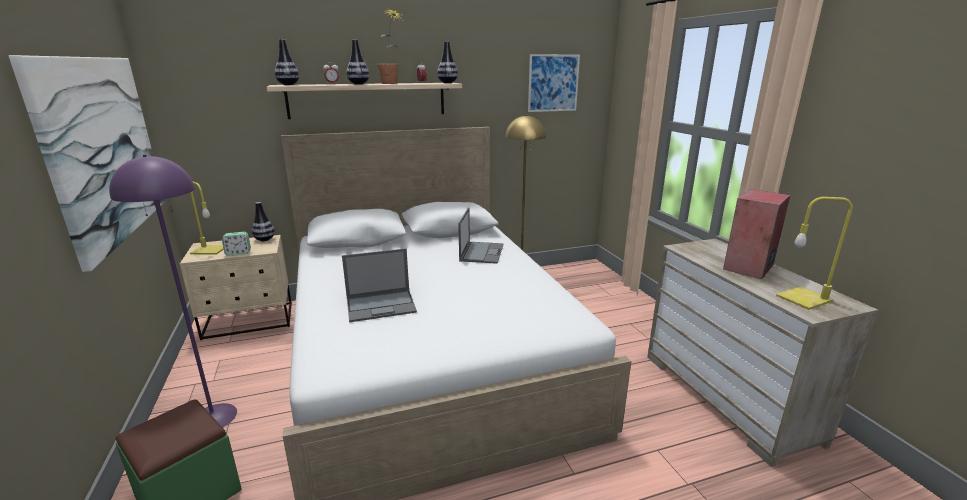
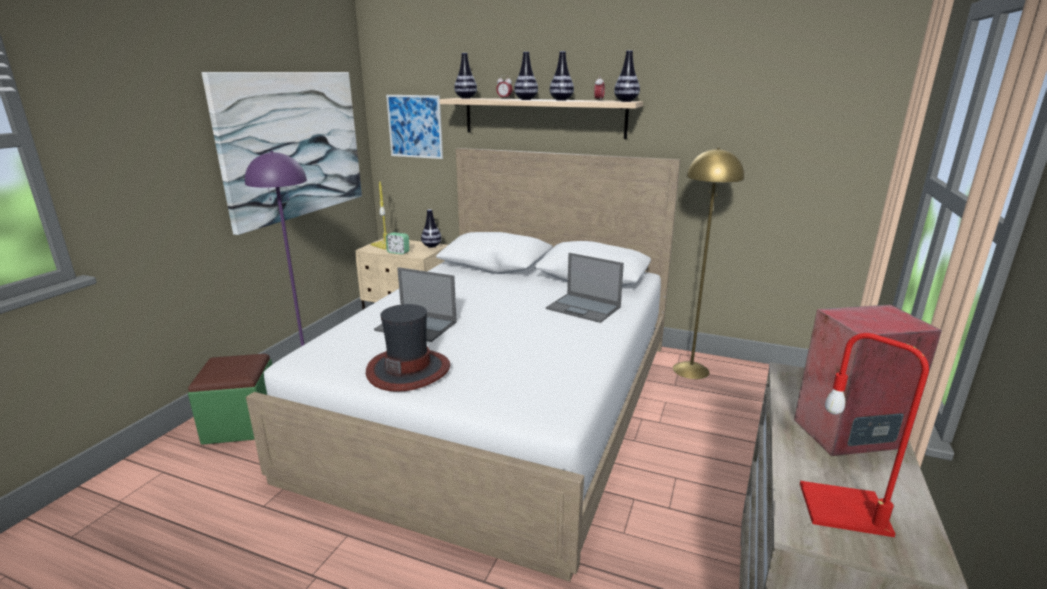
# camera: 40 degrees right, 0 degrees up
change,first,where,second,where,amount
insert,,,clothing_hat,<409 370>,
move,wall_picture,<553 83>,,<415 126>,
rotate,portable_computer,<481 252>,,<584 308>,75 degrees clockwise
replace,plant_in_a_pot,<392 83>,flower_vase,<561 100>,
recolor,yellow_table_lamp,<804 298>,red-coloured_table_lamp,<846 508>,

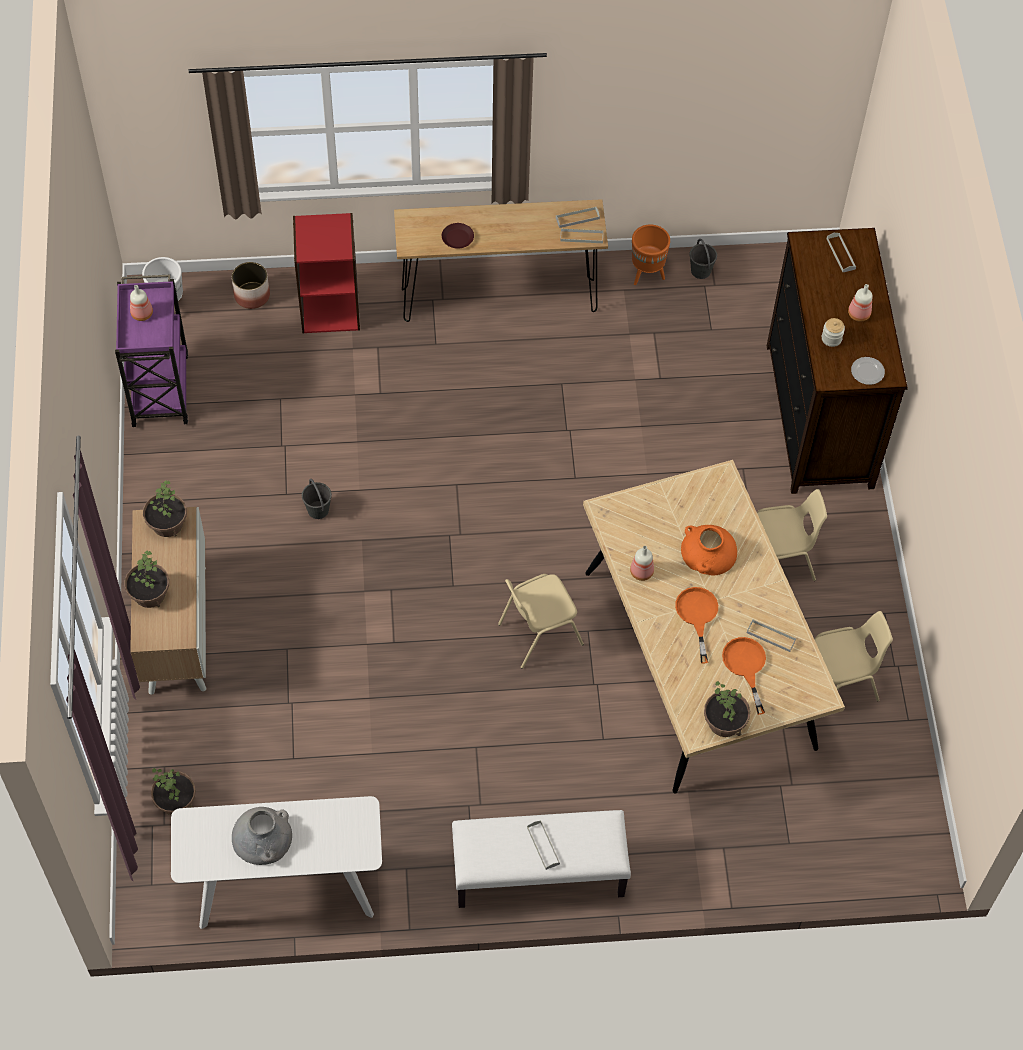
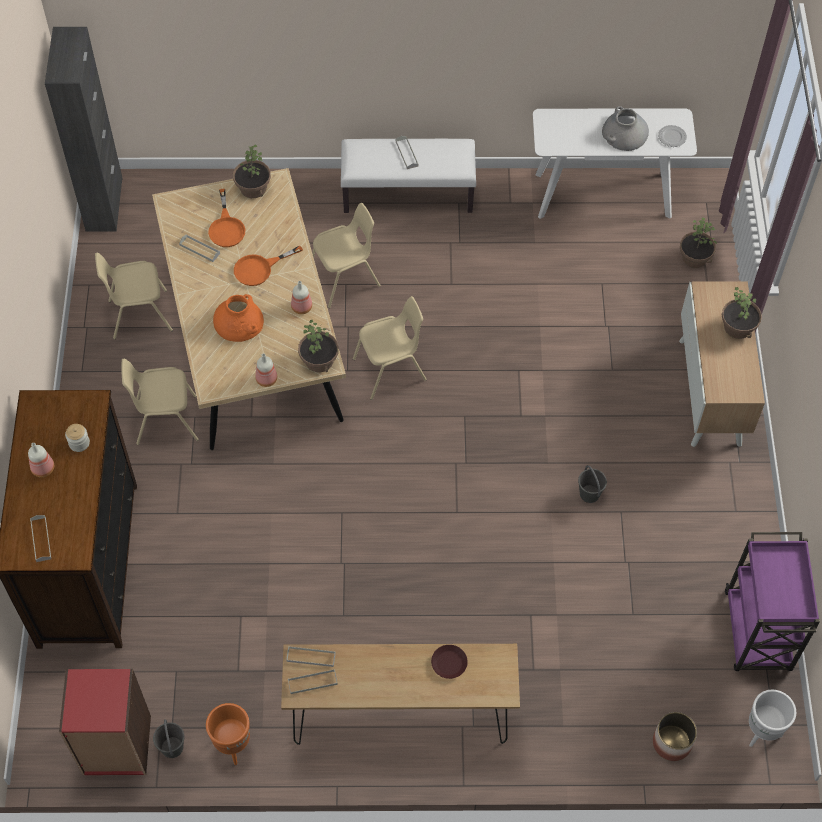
# camera: 175 degrees left, 0 degrees up
change,first,where,second,where,amount
insert,,,black_cabinet,<104 204>,
move,red-coloured_shelving_unit,<330 308>,,<116 746>,
rotate,orange-coloured_skillet,<697 616>,,<259 269>,60 degrees clockwise
move,drink_bottle,<141 313>,,<267 380>,
move,plant_in_a_pot,<167 524>,,<319 360>,
insert,,,sand-coloured_chair,<345 279>,
move,dinner_plate,<867 372>,,<672 137>,

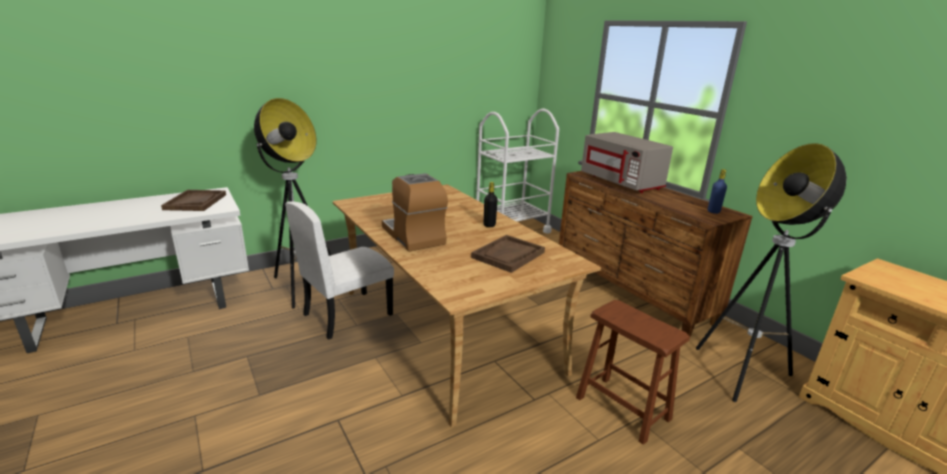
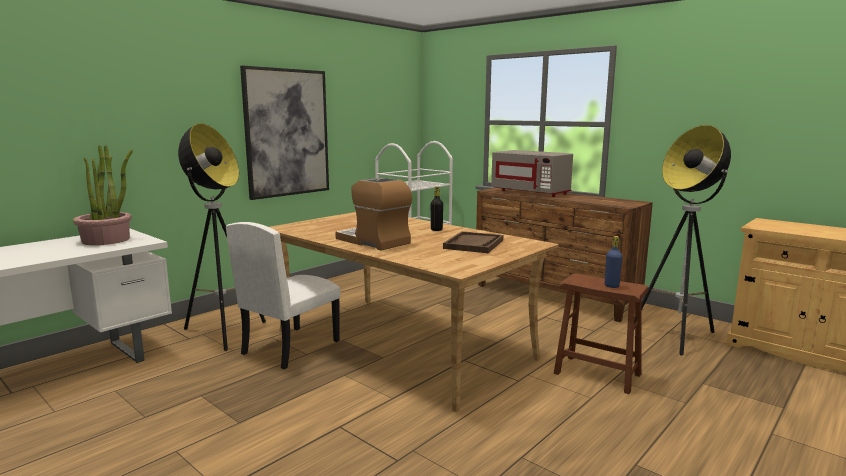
# camera: 15 degrees left, 10 degrees down
change,first,where,second,where,amount
replace,brownish_carrying_tray,<195 202>,plant_in_a_pot,<106 240>,
insert,,,wall_picture,<287 133>,
move,blue-coloured_drink_bottle,<713 211>,,<611 286>,

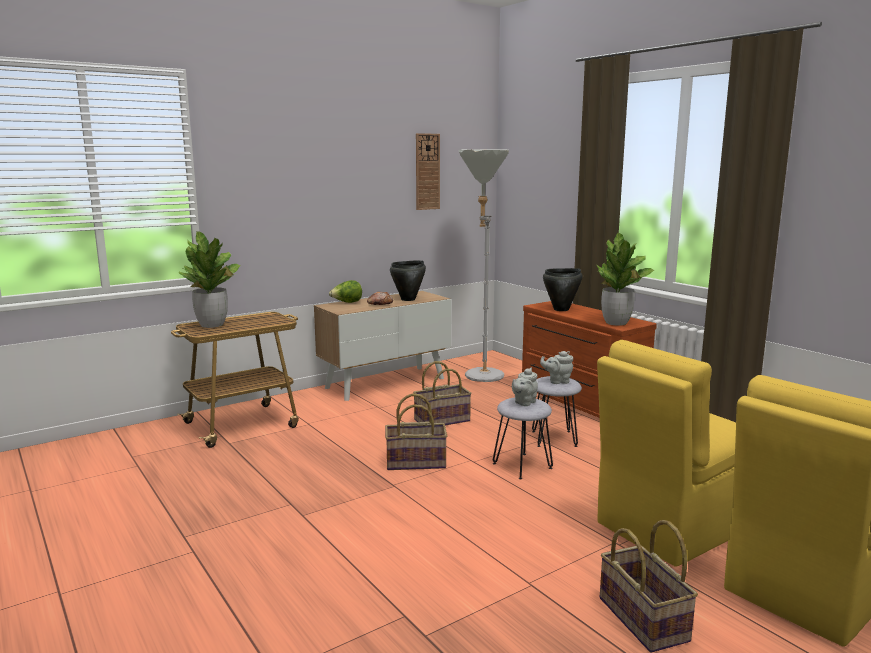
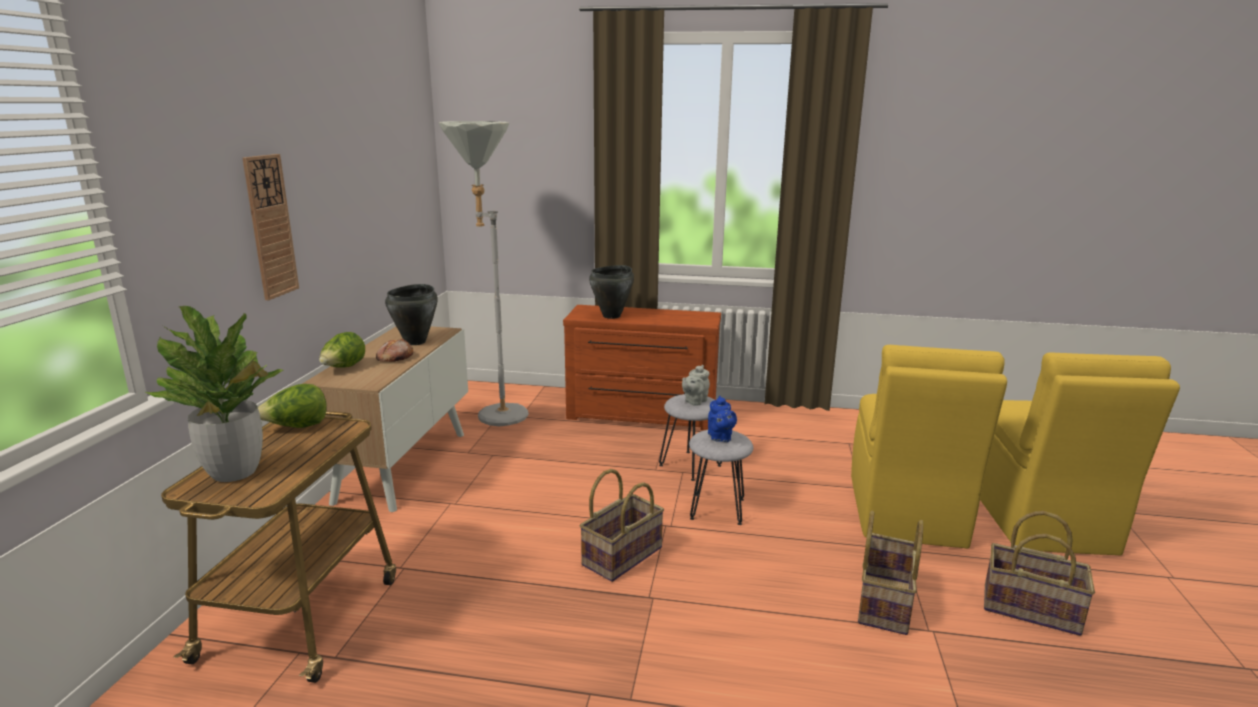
# camera: 45 degrees left, 5 degrees up
change,first,where,second,where,amount
move,clock_on_the_wall,<427 171>,,<270 226>,
insert,,,lettuce,<297 427>,
recolor,gray_teapot,<524 402>,blue-coloured_teapot,<720 438>,
move,storage_basket,<442 420>,,<882 602>,
delete,plant_in_a_pot,<616 323>,,,

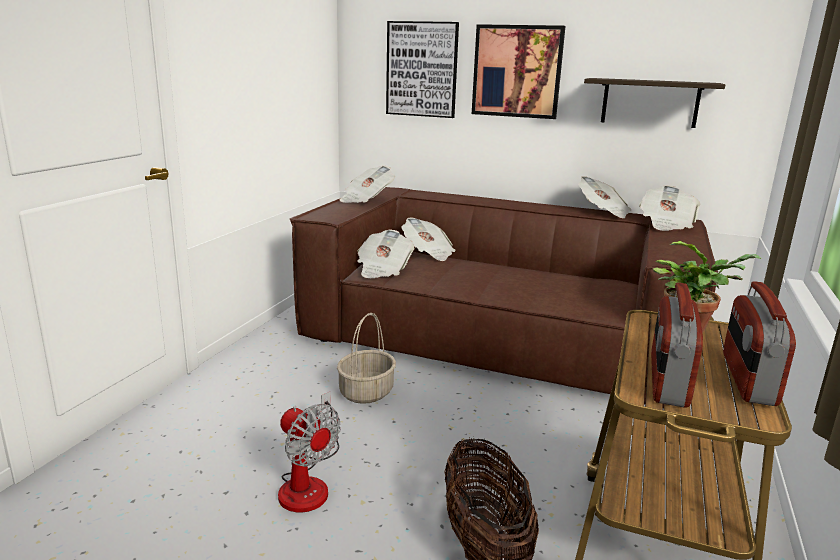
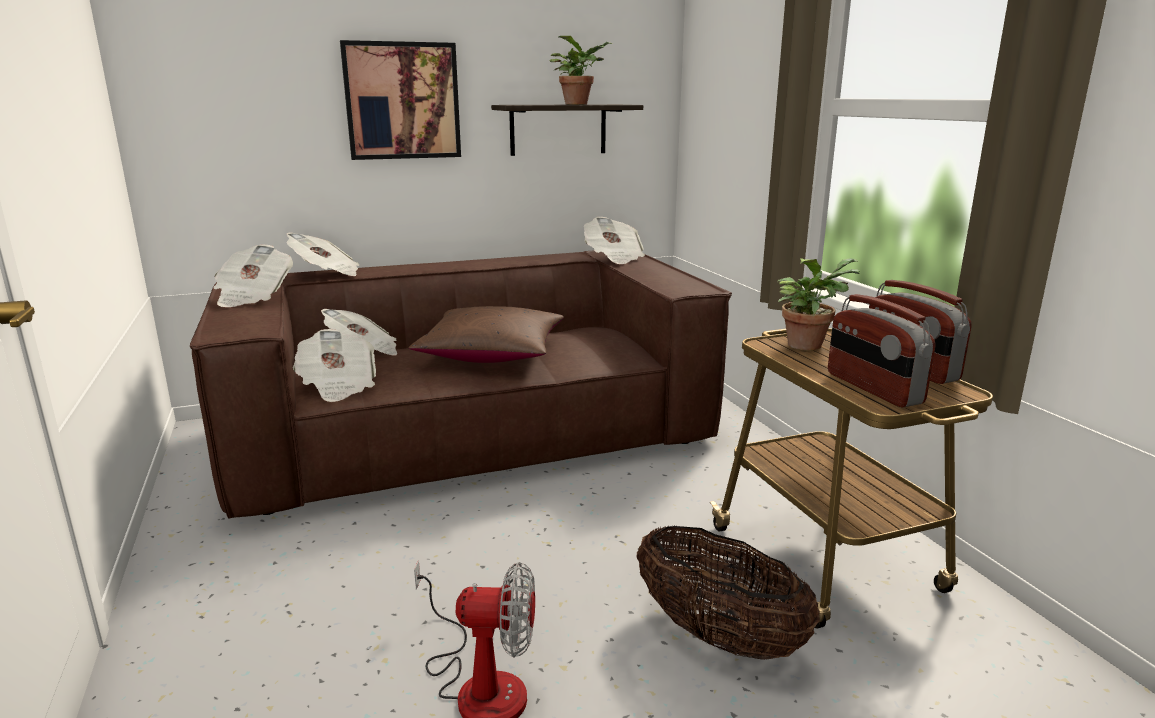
# camera: 40 degrees left, 0 degrees up
change,first,where,second,where,amount
move,daily_paper,<603 212>,,<327 273>,
insert,,,brownish_pillow,<491 353>,
insert,,,plant_in_a_pot,<579 104>,
delete,storage_basket,<366 392>,,,
delete,wall_picture,<422 69>,,,

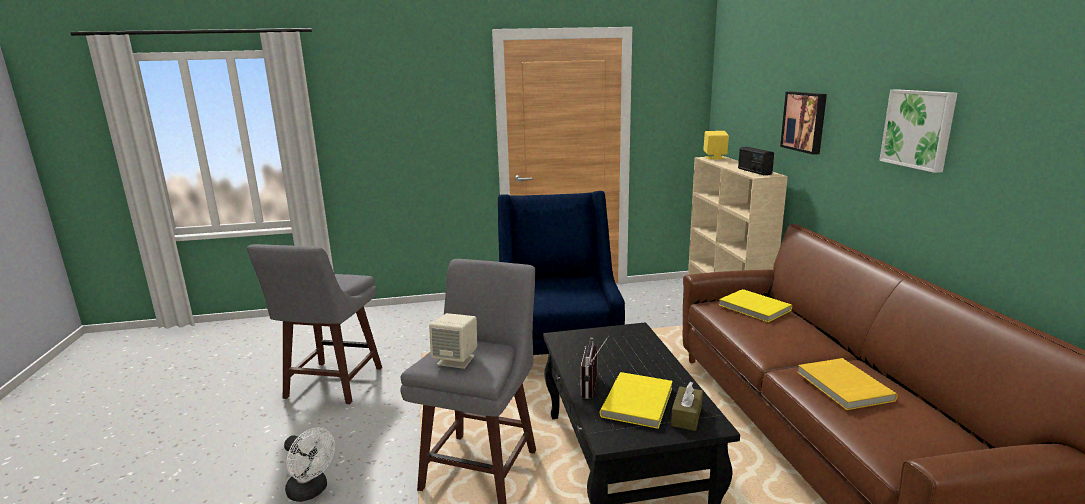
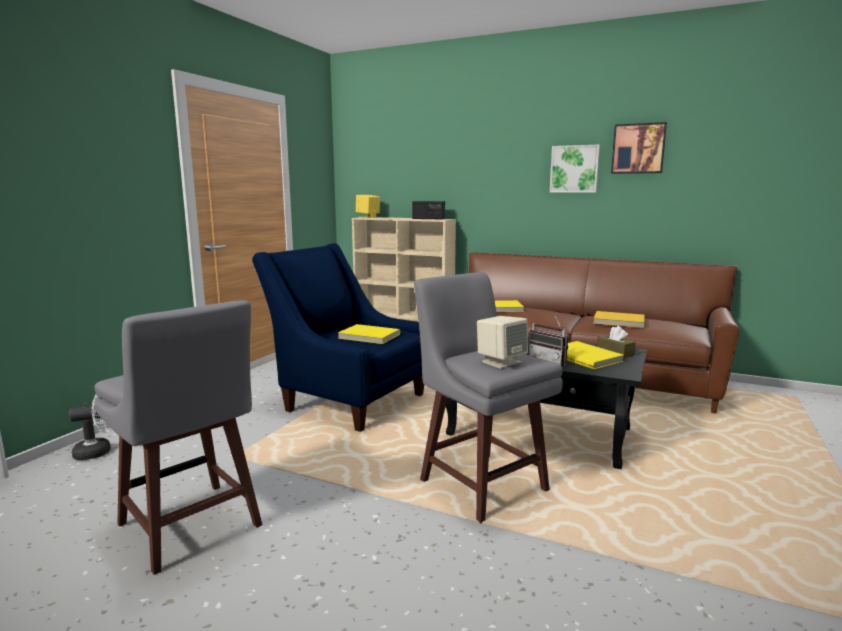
# camera: 55 degrees left, 5 degrees down
change,first,where,second,where,amount
move,whitish_fan,<311 491>,,<99 451>,
insert,,,yellow_book,<368 336>,
move,wall_picture,<805 121>,,<638 148>,

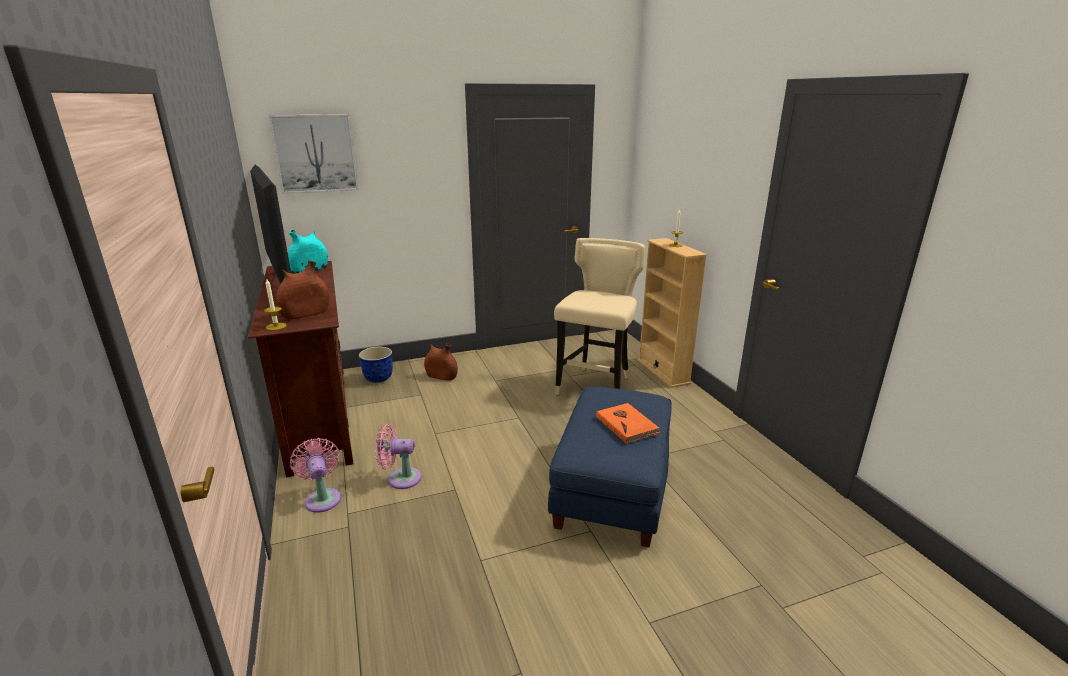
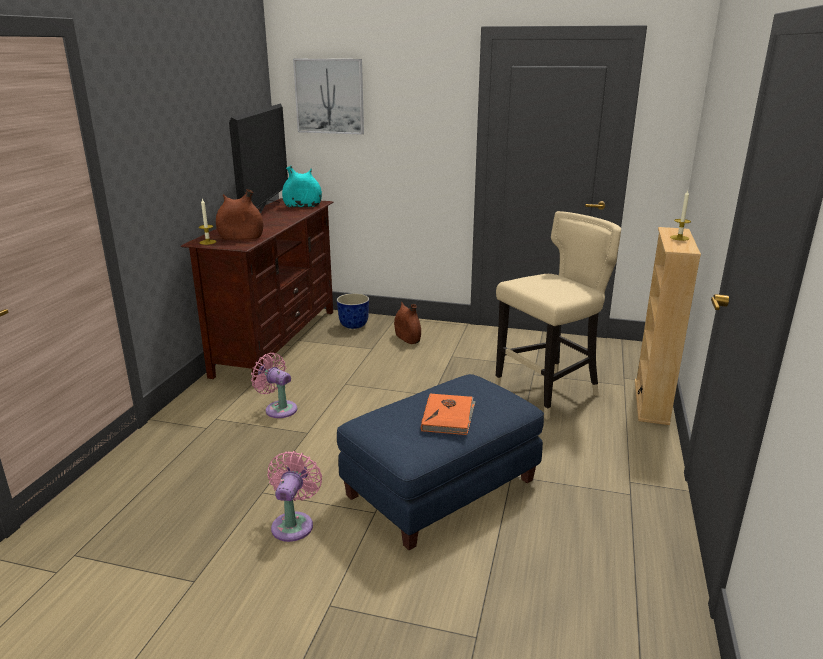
# camera: 35 degrees right, 0 degrees up
change,first,where,second,where,amount
move,pink-coloured_fan,<322 498>,,<294 523>,

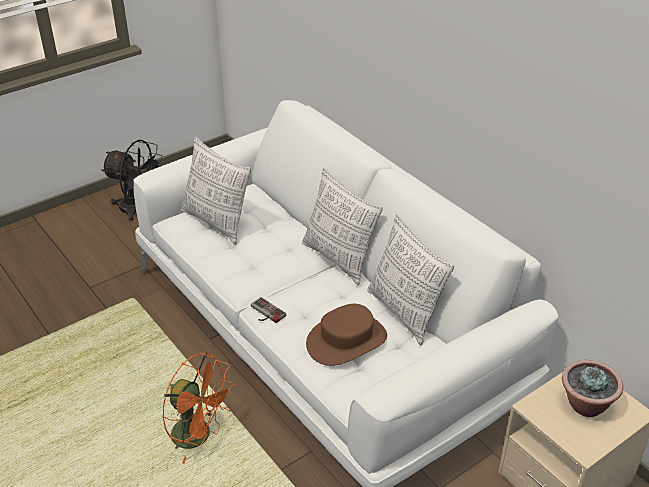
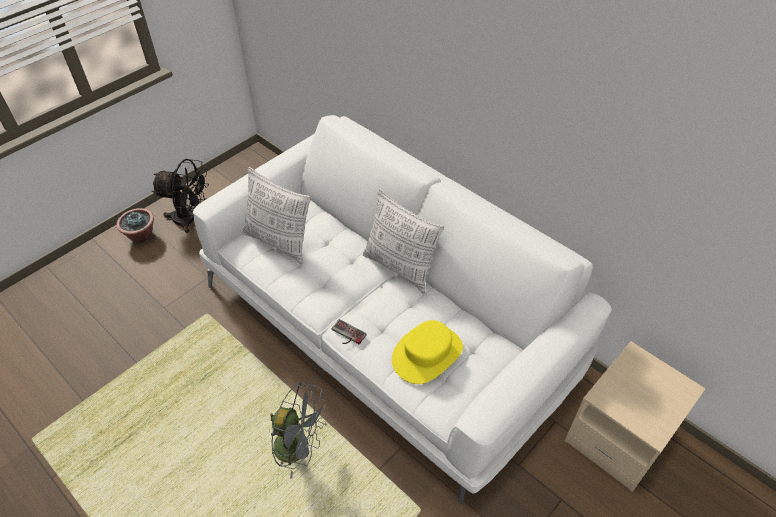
# camera: 10 degrees left, 10 degrees up
change,first,where,second,where,amount
move,plant_in_a_pot,<585 405>,,<141 236>,
recolor,orange-coloured_fan,<199 436>,gray_fan,<299 447>,
recolor,brownish_clothing_hat,<346 340>,yellow_clothing_hat,<427 354>,
delete,pillow,<404 312>,,,

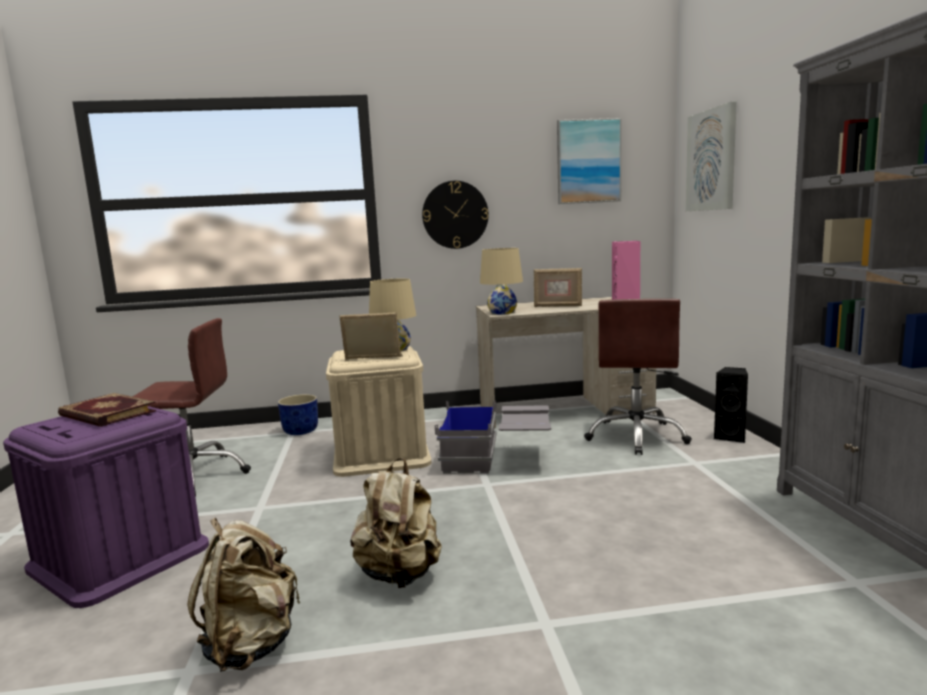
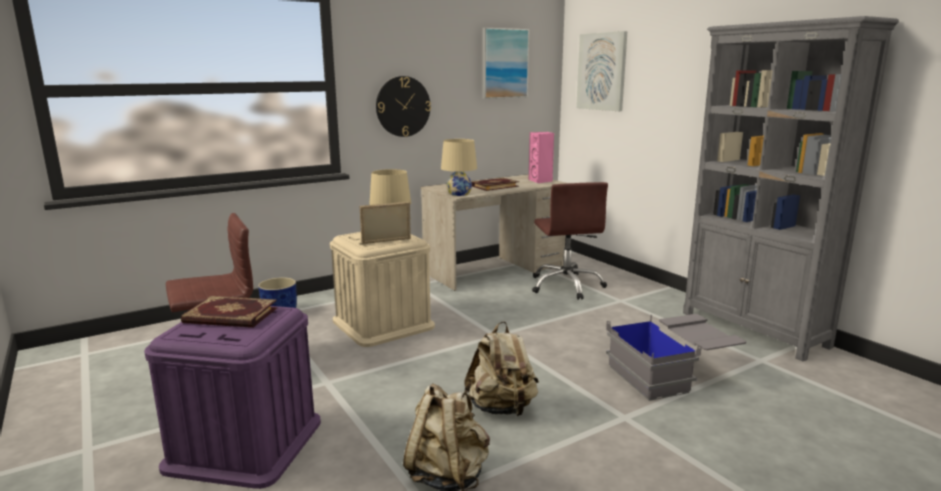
# camera: 25 degrees left, 5 degrees up
change,first,where,second,where,amount
replace,standing_frame,<557 306>,book,<494 186>,
move,gray_storage_bin,<496 459>,,<671 375>,
delete,black_speaker,<731 437>,,,

